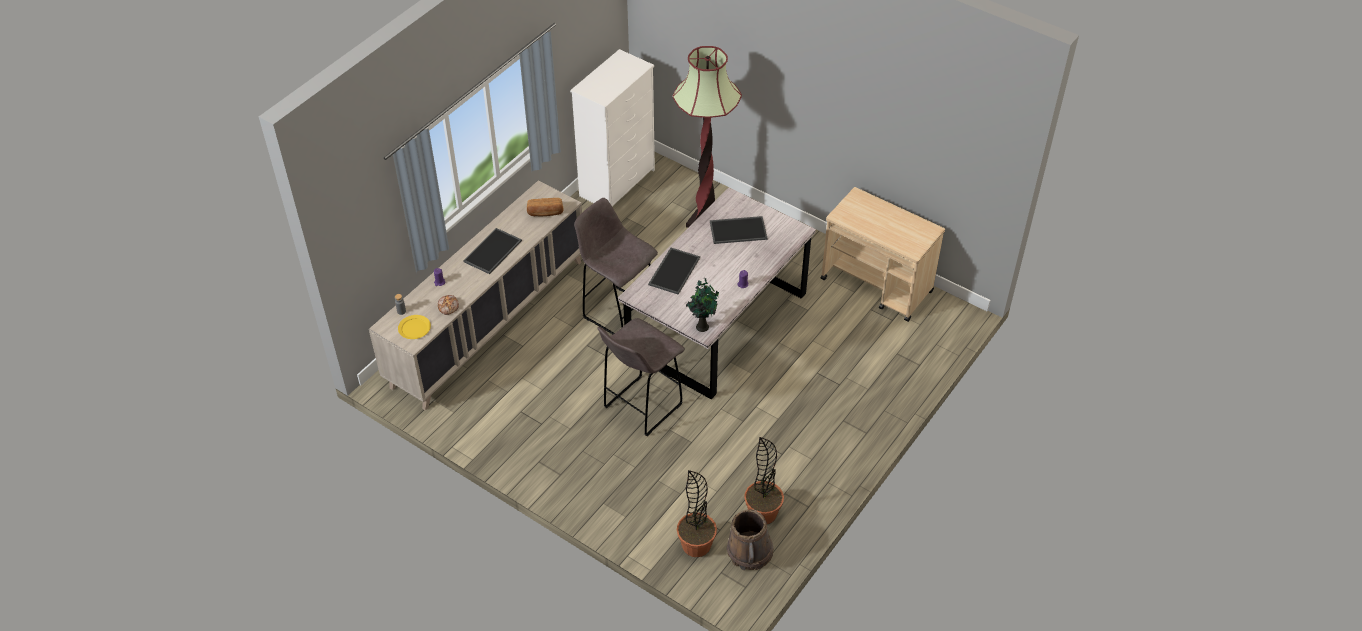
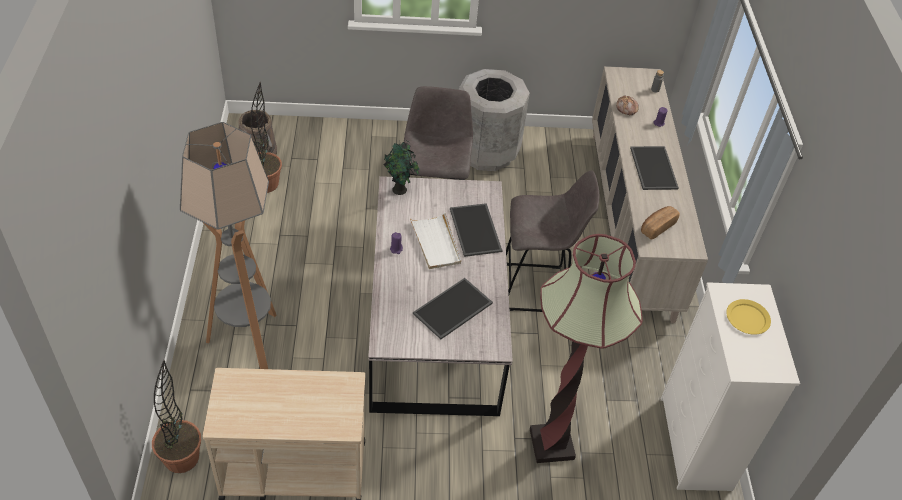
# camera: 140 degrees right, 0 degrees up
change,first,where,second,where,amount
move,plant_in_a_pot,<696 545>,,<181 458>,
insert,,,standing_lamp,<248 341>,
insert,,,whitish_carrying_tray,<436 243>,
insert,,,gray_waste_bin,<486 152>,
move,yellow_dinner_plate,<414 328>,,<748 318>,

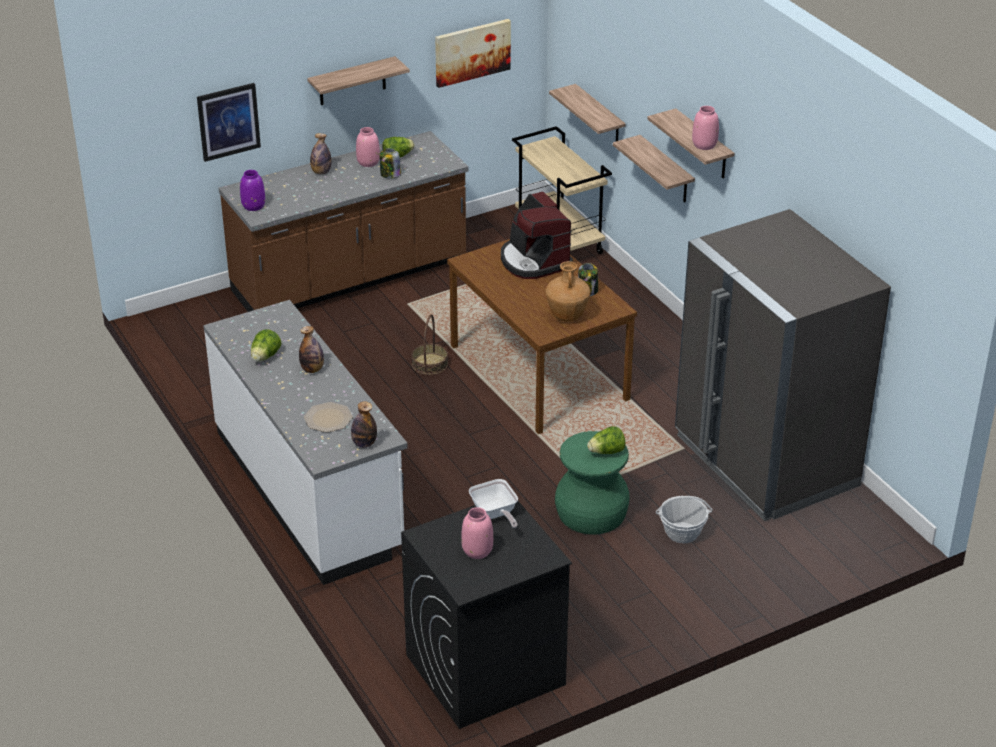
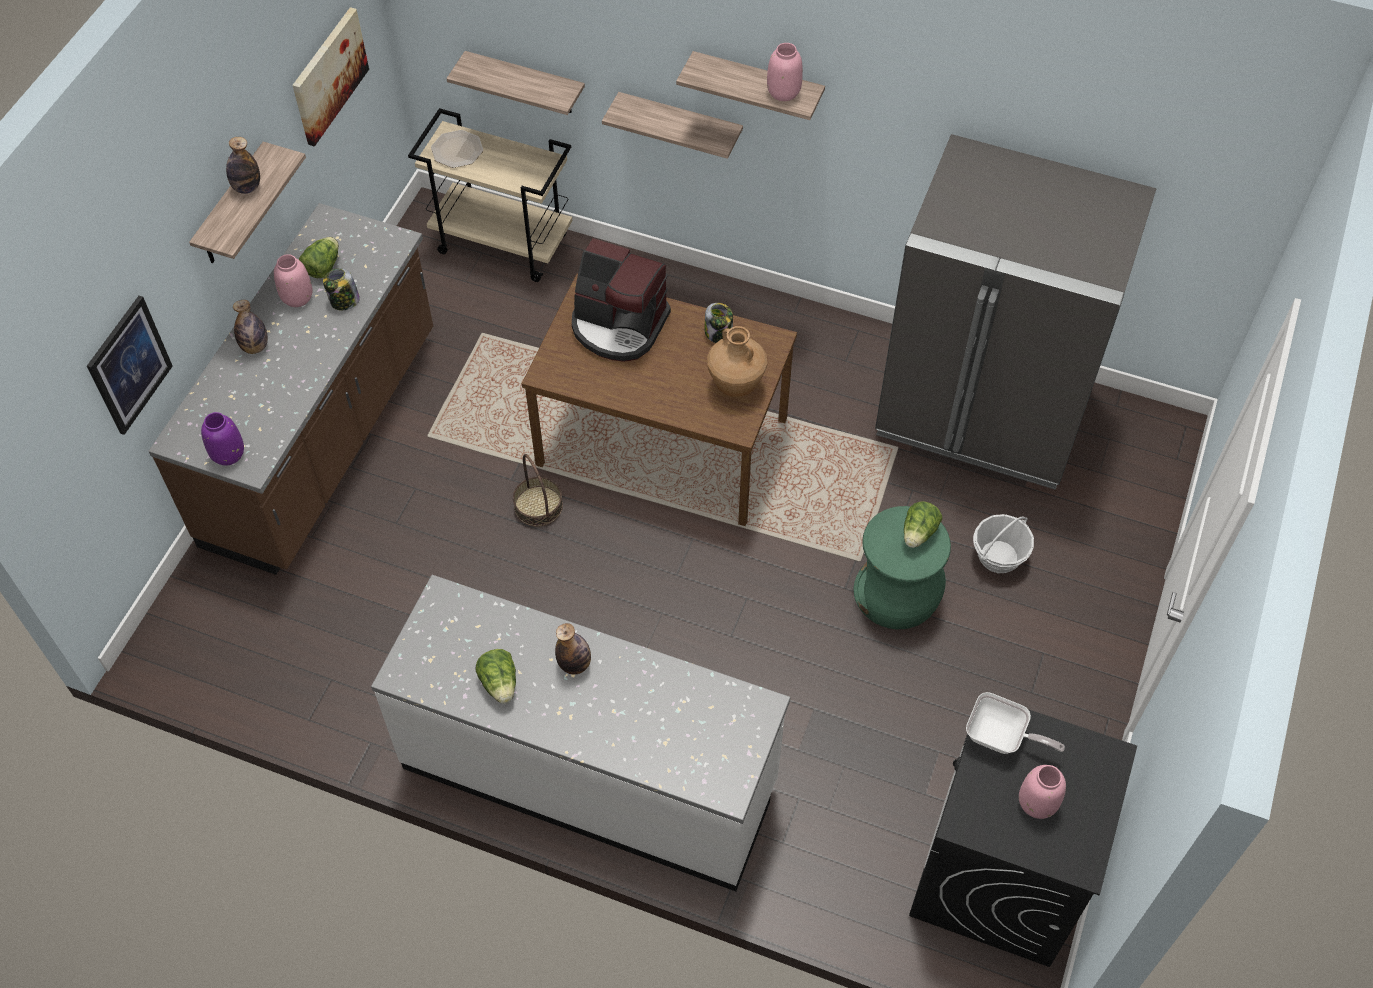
# camera: 40 degrees left, 20 degrees up
change,first,where,second,where,amount
move,drink_bottle,<364 444>,,<247 187>,
move,dinner_plate,<328 418>,,<457 150>,

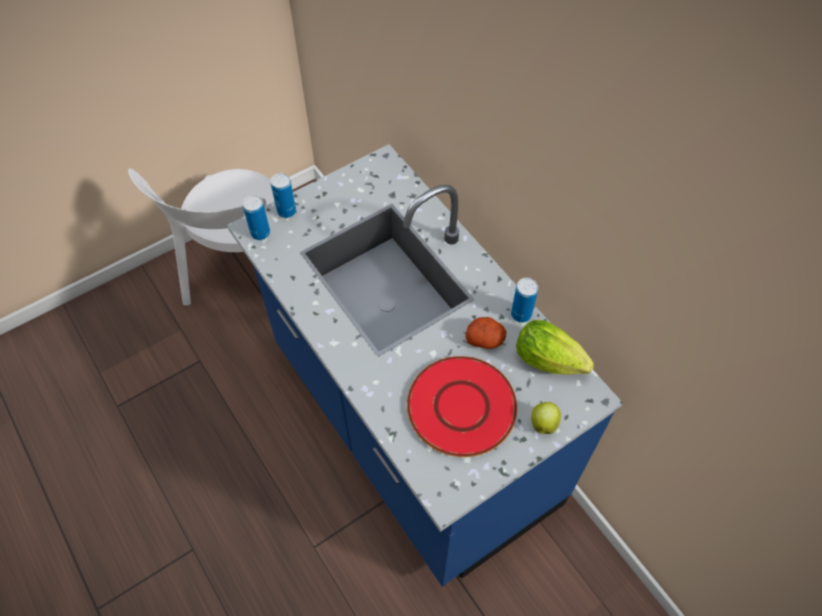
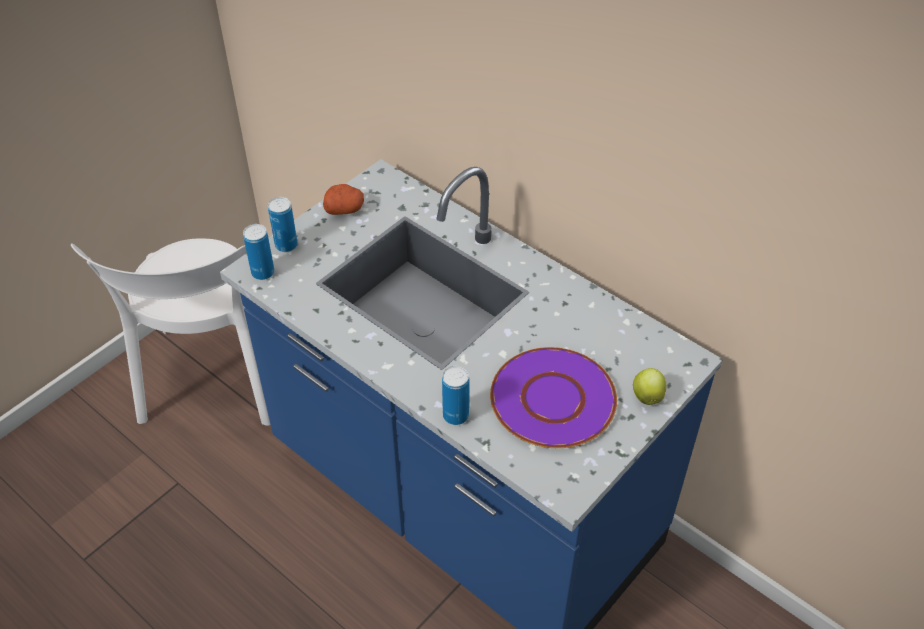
# camera: 15 degrees left, 10 degrees down
change,first,where,second,where,amount
move,spud,<485 339>,,<345 209>,
move,sealed_can,<521 314>,,<455 415>,
recolor,red-coloured_dinner_plate,<461 406>,purplish_dinner_plate,<552 399>,
delete,lettuce,<552 362>,,,

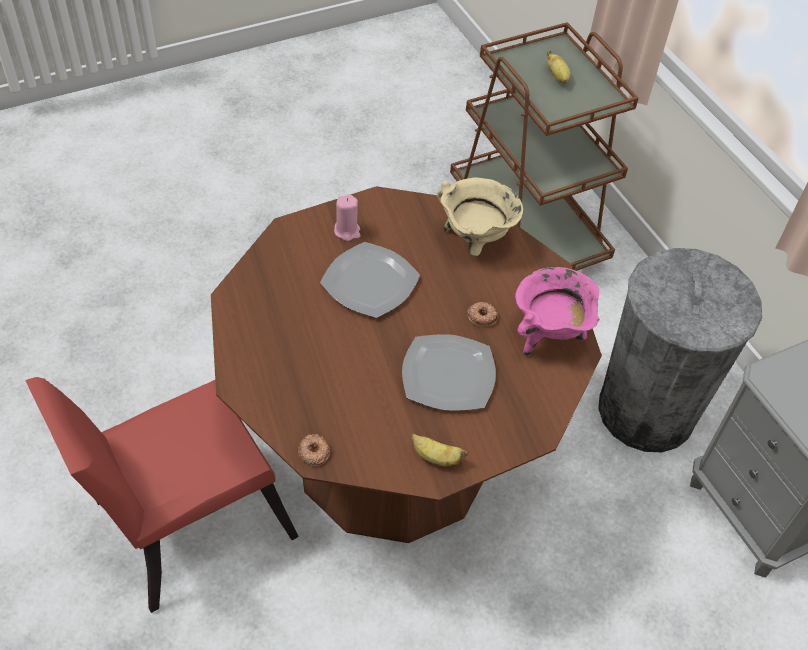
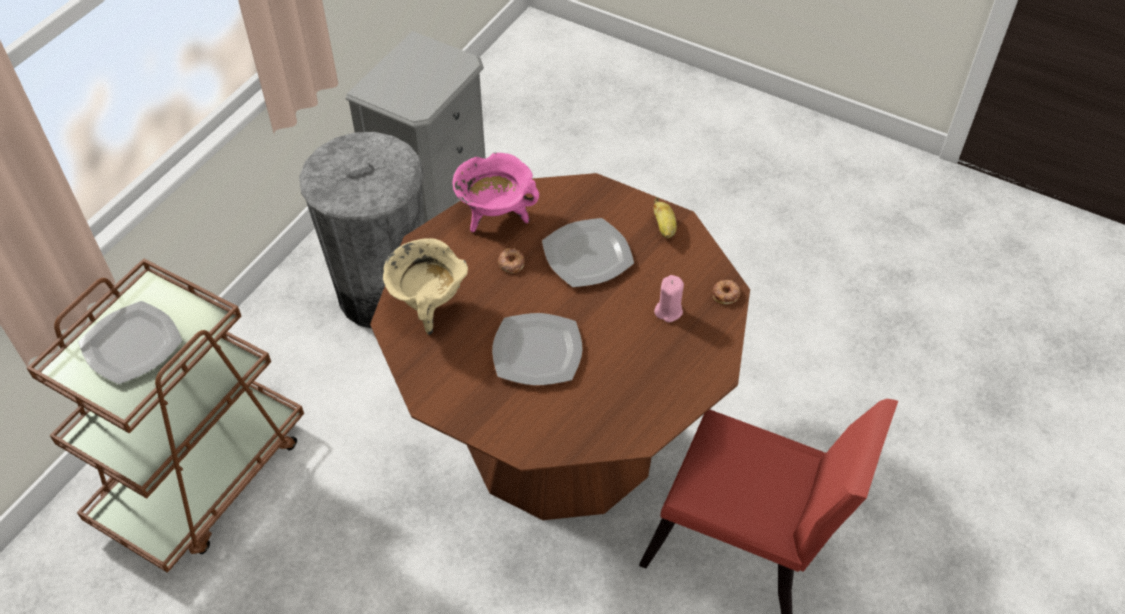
# camera: 120 degrees left, 0 degrees up
change,first,where,second,where,amount
replace,banana_fruit,<558 77>,dinner_plate,<132 345>,
move,pink-coloured_wax_light,<347 231>,,<668 311>,

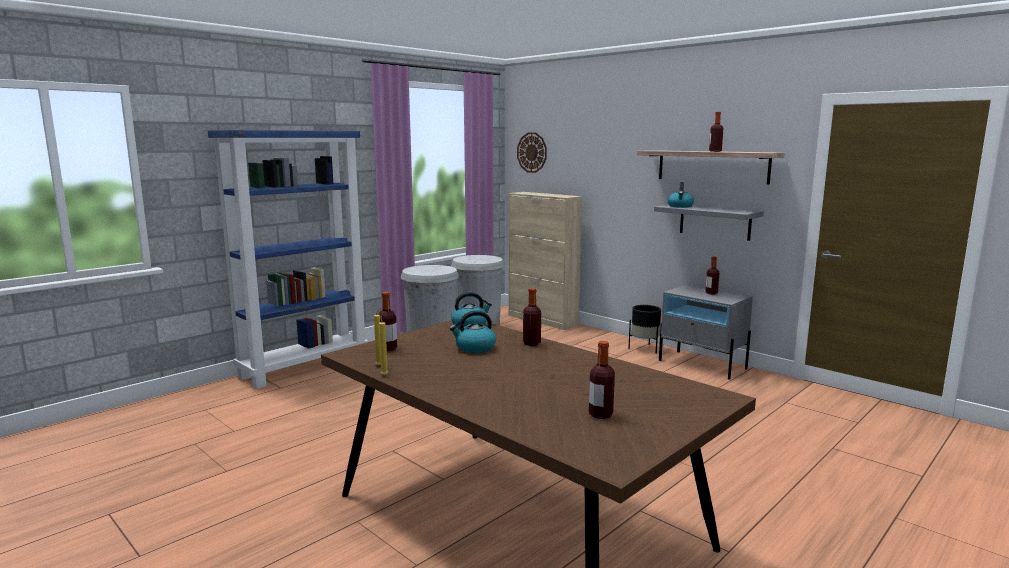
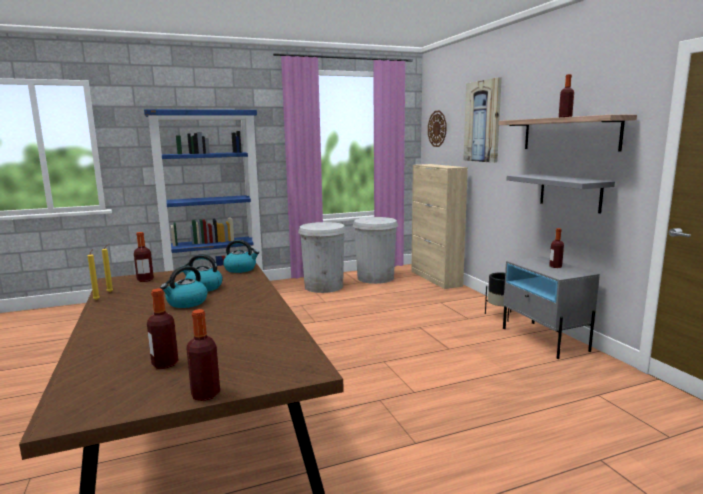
# camera: 25 degrees right, 0 degrees up
change,first,where,second,where,amount
move,kettle,<680 206>,,<186 303>,
move,drink_bottle,<531 343>,,<206 394>,
insert,,,wall_picture,<482 121>,

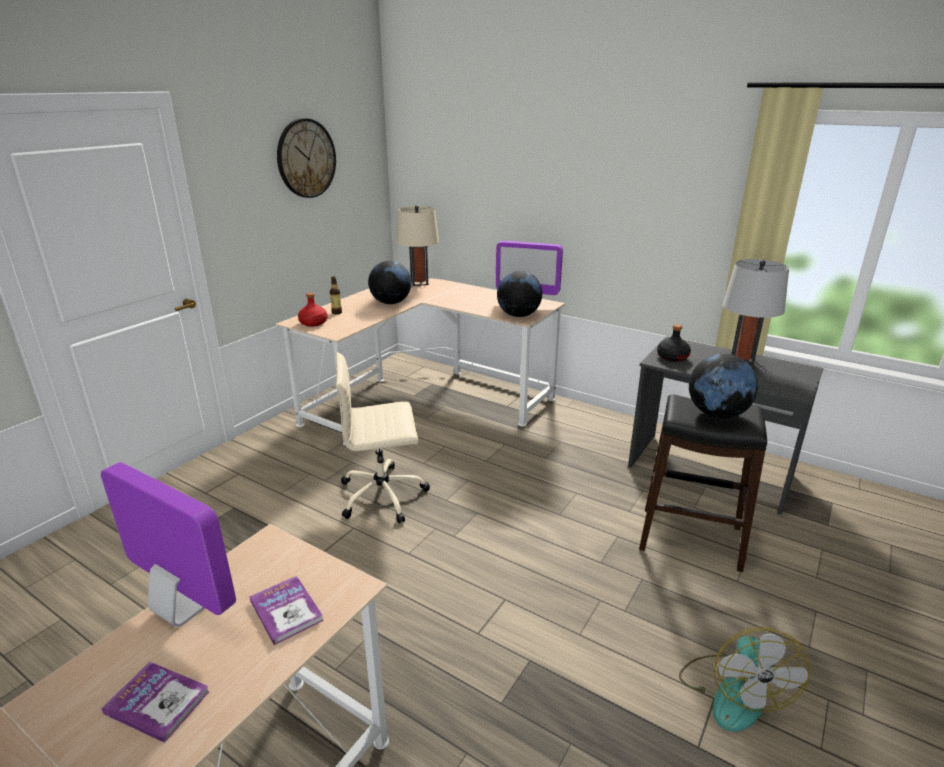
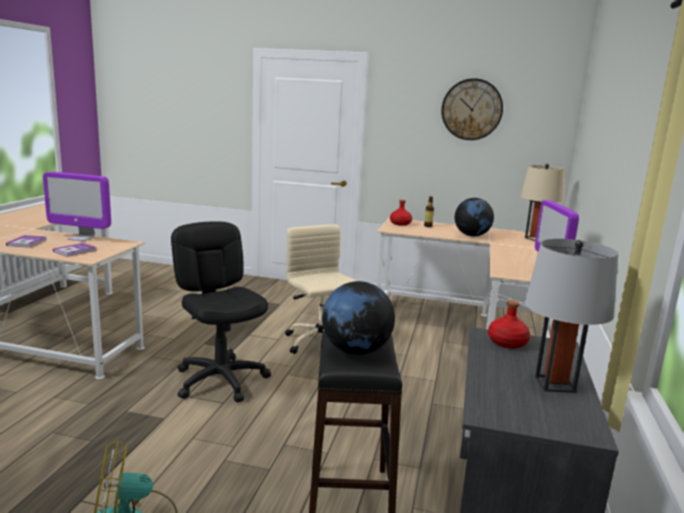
# camera: 70 degrees right, 10 degrees down
change,first,where,second,where,amount
rotate,computer_screen,<182 608>,,<81 238>,90 degrees clockwise
insert,,,black_computer_chair,<221 380>,
recolor,black_drink_bottle,<672 357>,red-coloured_drink_bottle,<507 342>,
delete,world_globe,<518 315>,,,

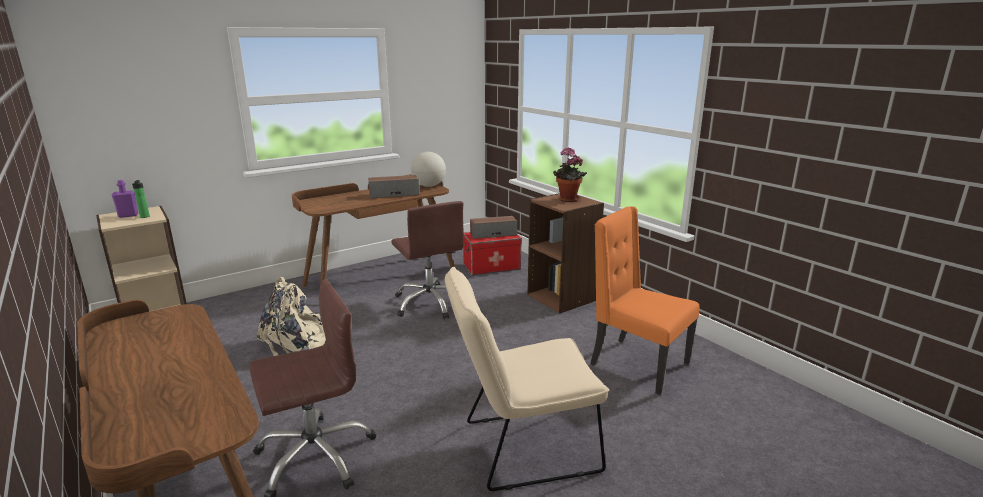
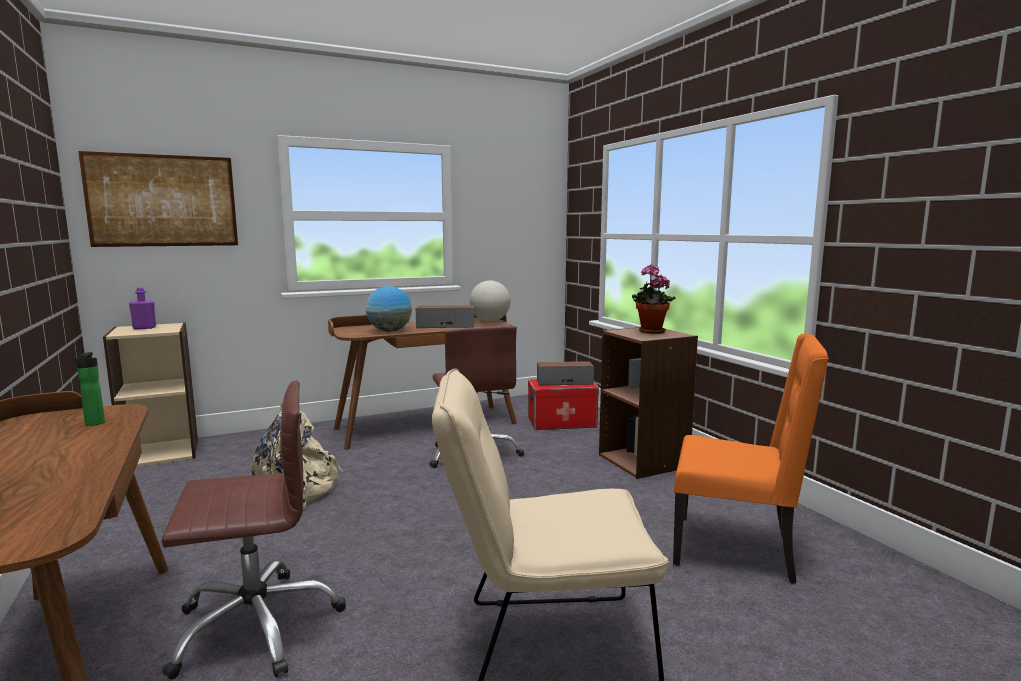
# camera: 10 degrees right, 10 degrees down
change,first,where,second,where,amount
move,drink_bottle,<144 217>,,<93 424>,
insert,,,wall_picture,<163 201>,
insert,,,world_globe,<389 331>,
rotate,orange-coloured_chair,<636 364>,,<736 549>,150 degrees clockwise

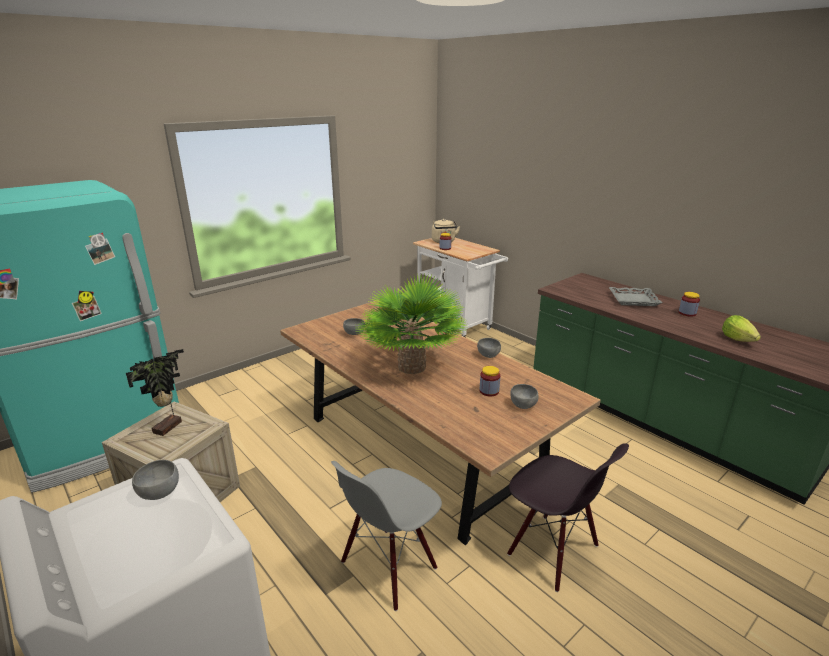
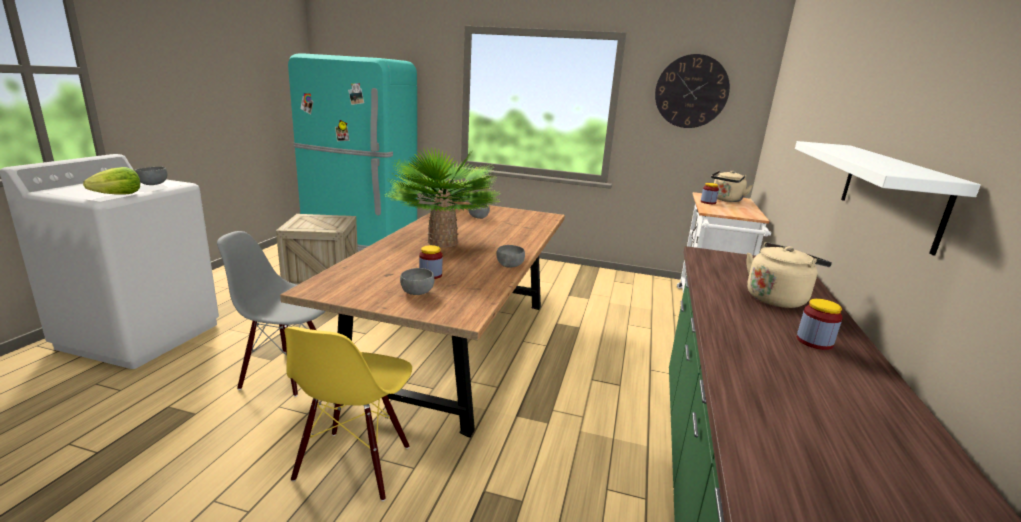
# camera: 55 degrees right, 5 degrees down
change,first,where,second,where,amount
move,lettuce,<737 339>,,<118 195>,
recolor,black_chair,<552 551>,yellow_chair,<354 464>,
insert,,,clock_on_the_wall,<691 91>,
replace,gray_carrying_tray,<633 299>,sand-coloured_kettle,<777 298>,
insert,,,whitish_shelf,<889 191>,
delete,plant_in_a_pot,<169 427>,,,

